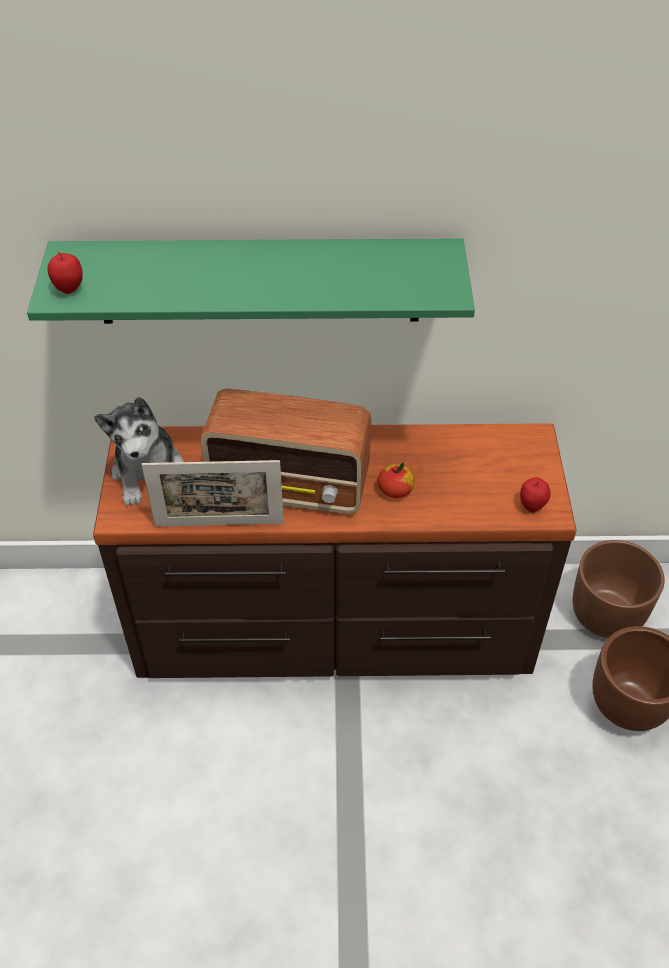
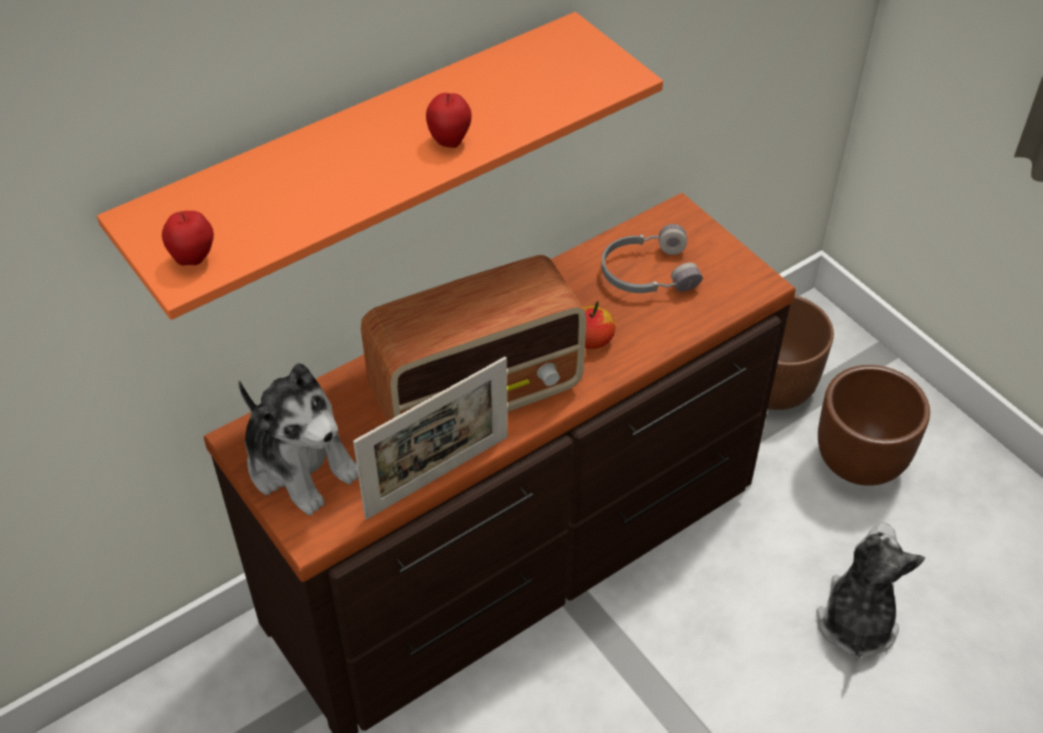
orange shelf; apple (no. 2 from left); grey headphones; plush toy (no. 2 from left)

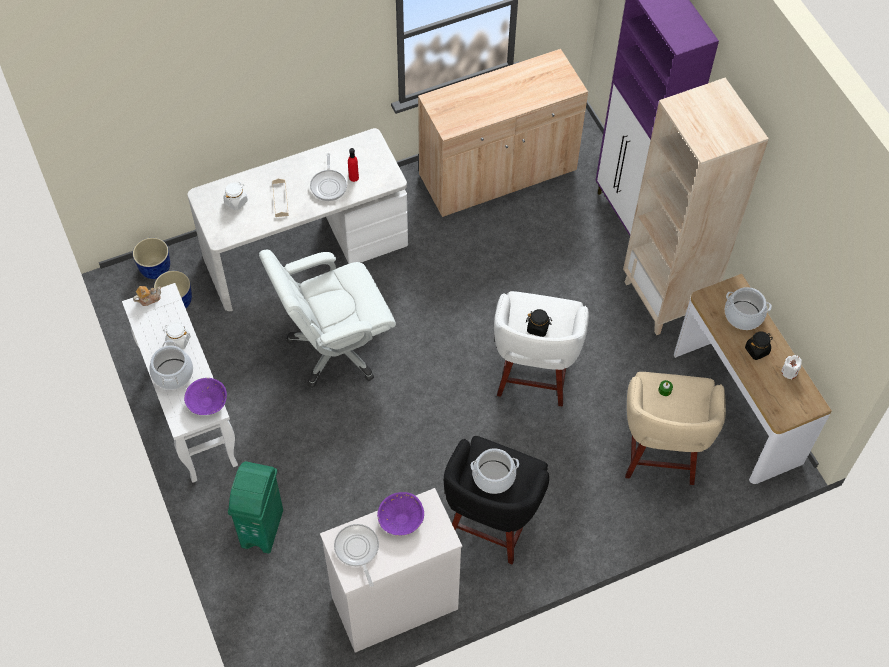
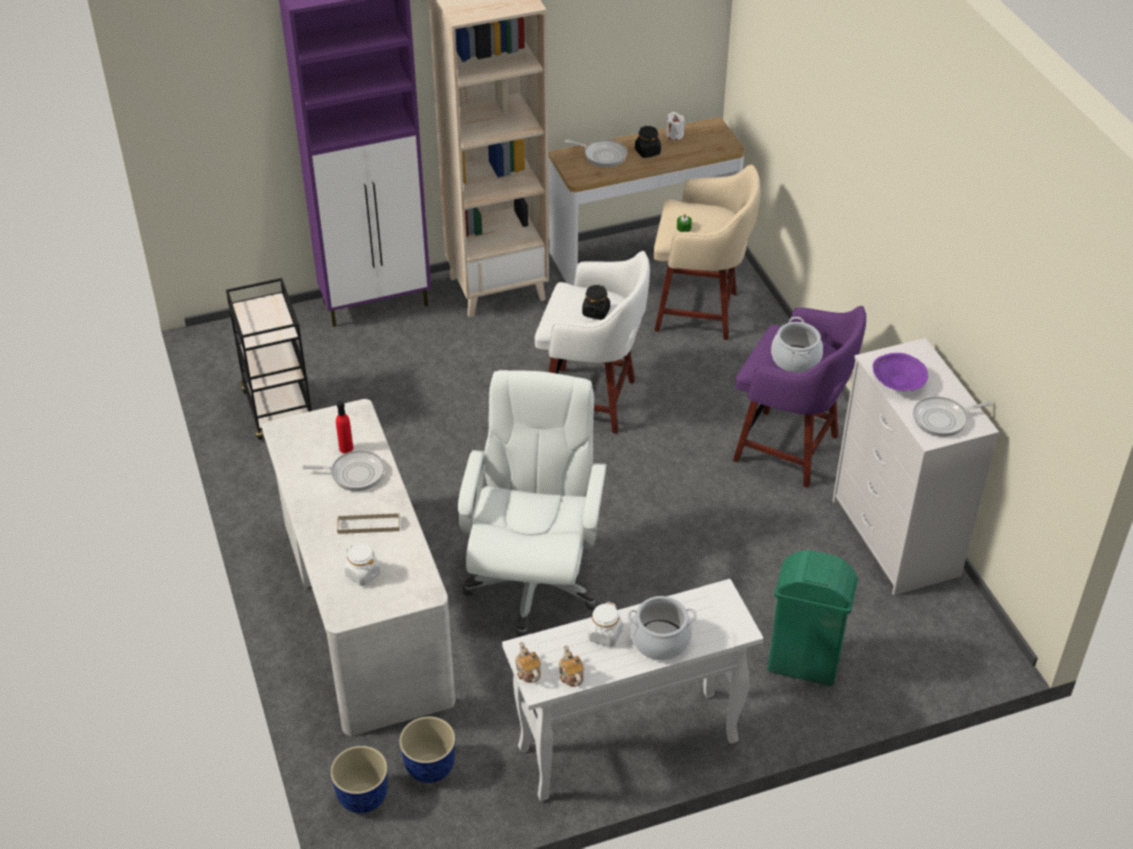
black cart; white office chair; frying pan (no. 2 from left); purple bowl (no. 1 from left in the first image); purple stool; teapot (no. 2 from left)

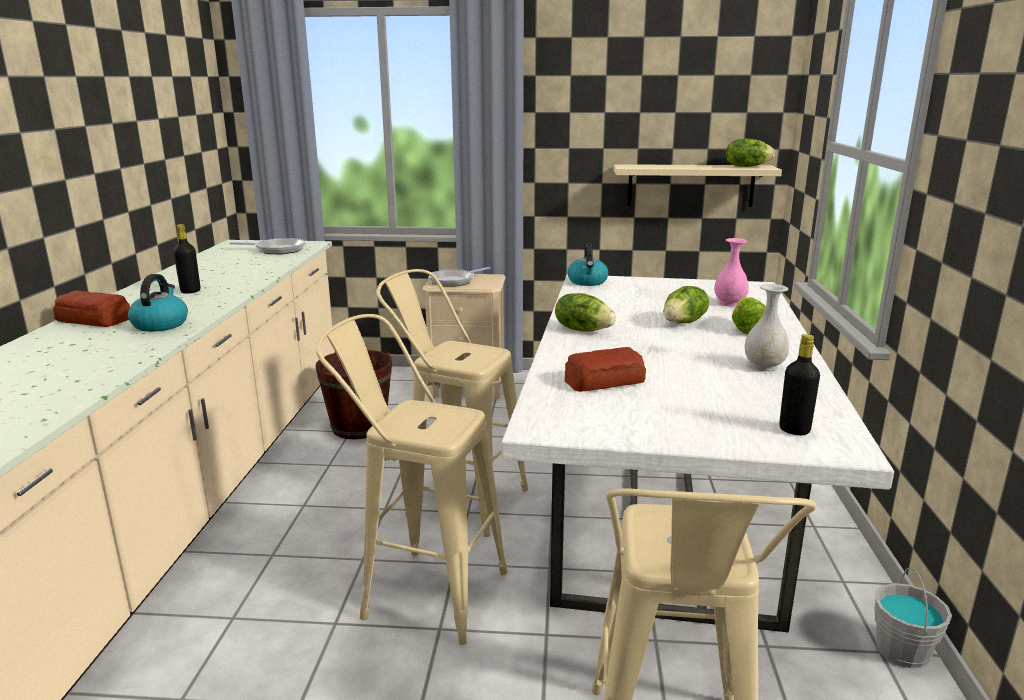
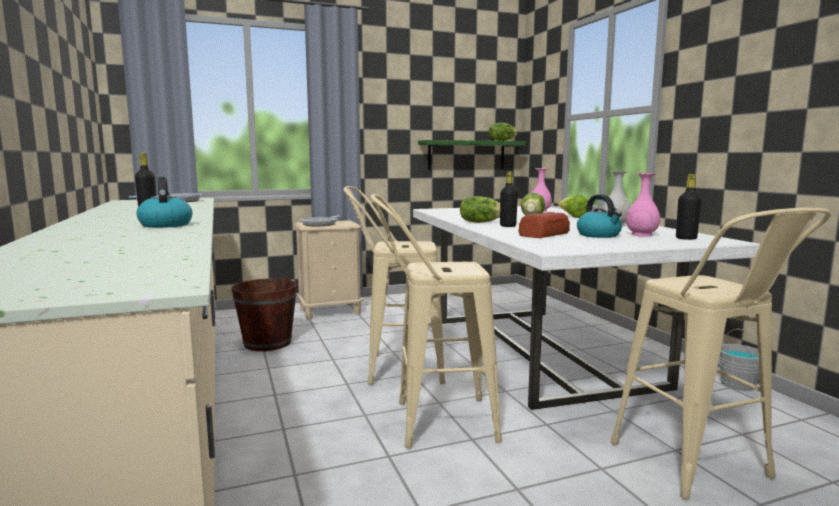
green shelf; kettle (no. 2 from left); bread (no. 1 from left in the first image); black bottle (no. 2 from left); pink vase (no. 2 from left)

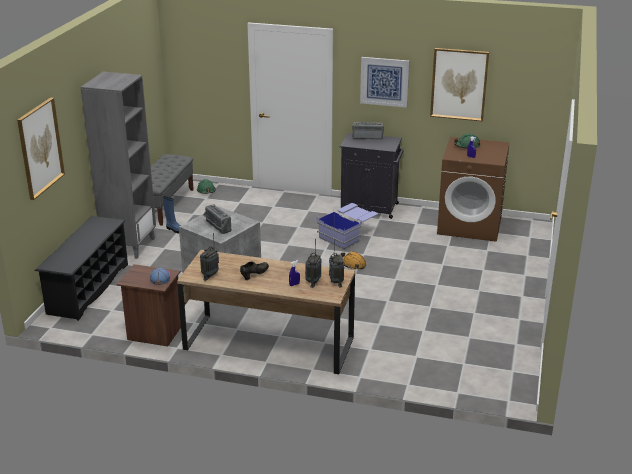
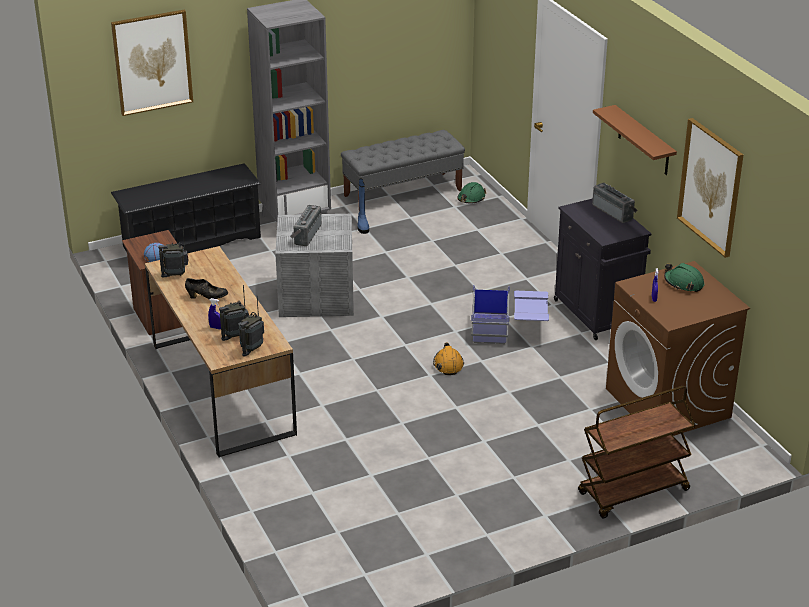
brown shelf; brown cart

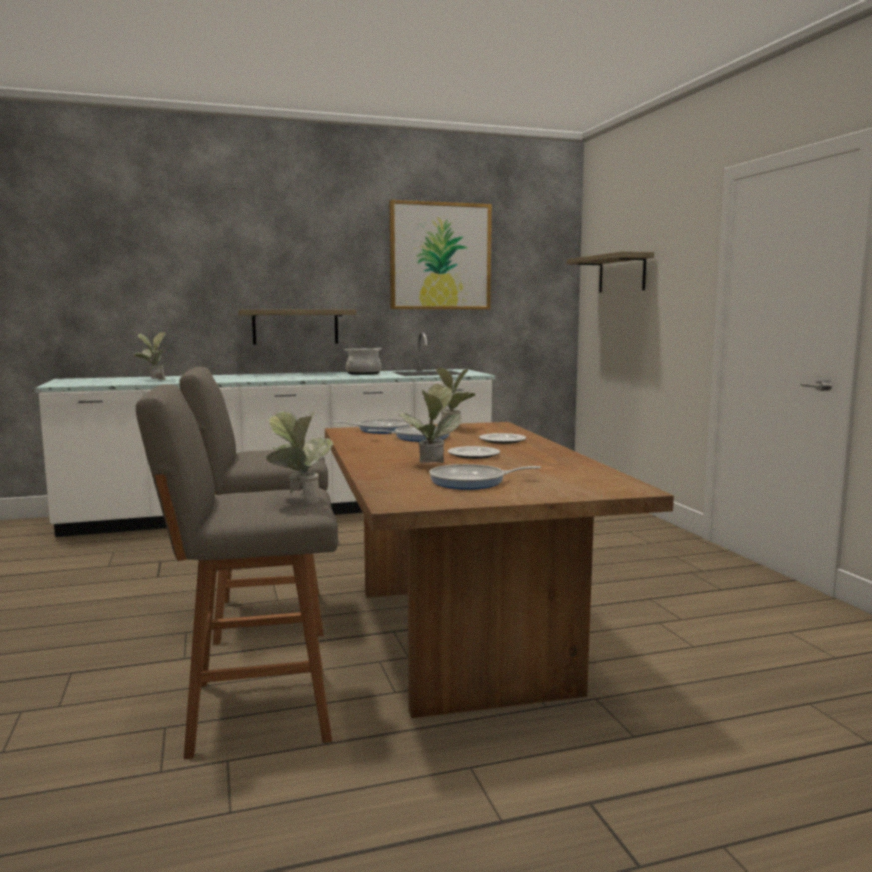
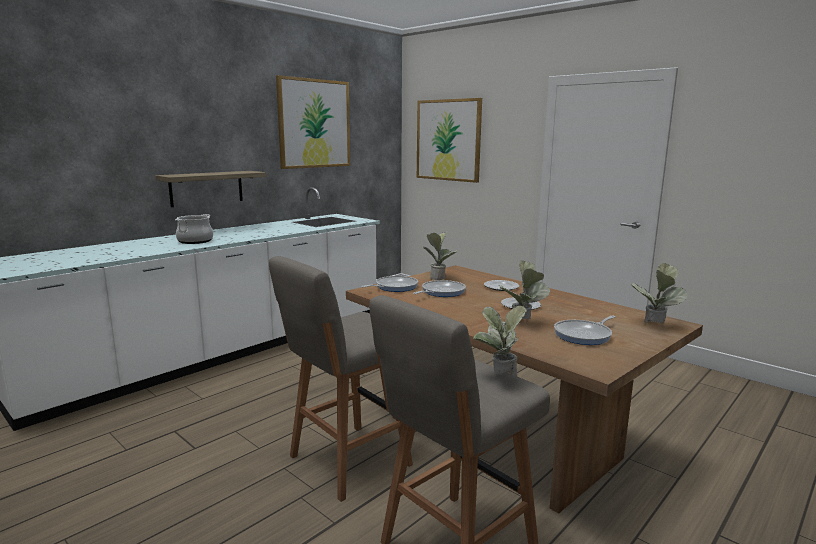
picture (no. 2 from left); potted plant (no. 4 from left); cooking pot

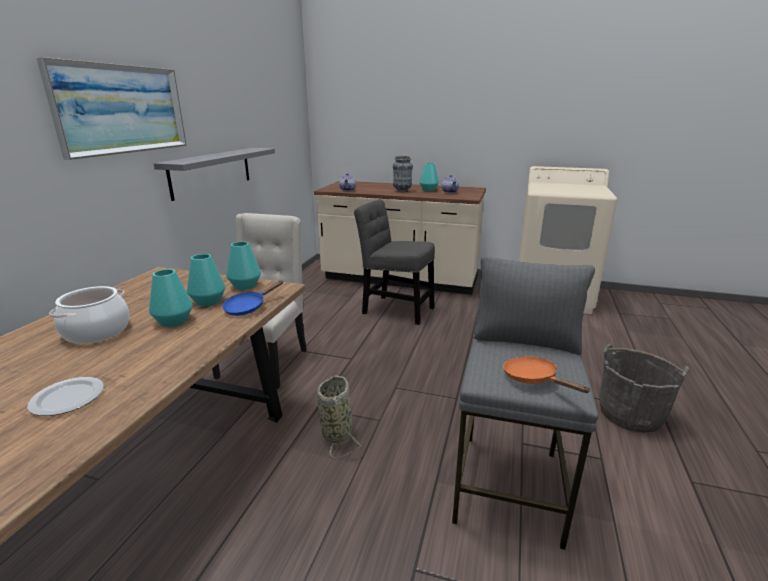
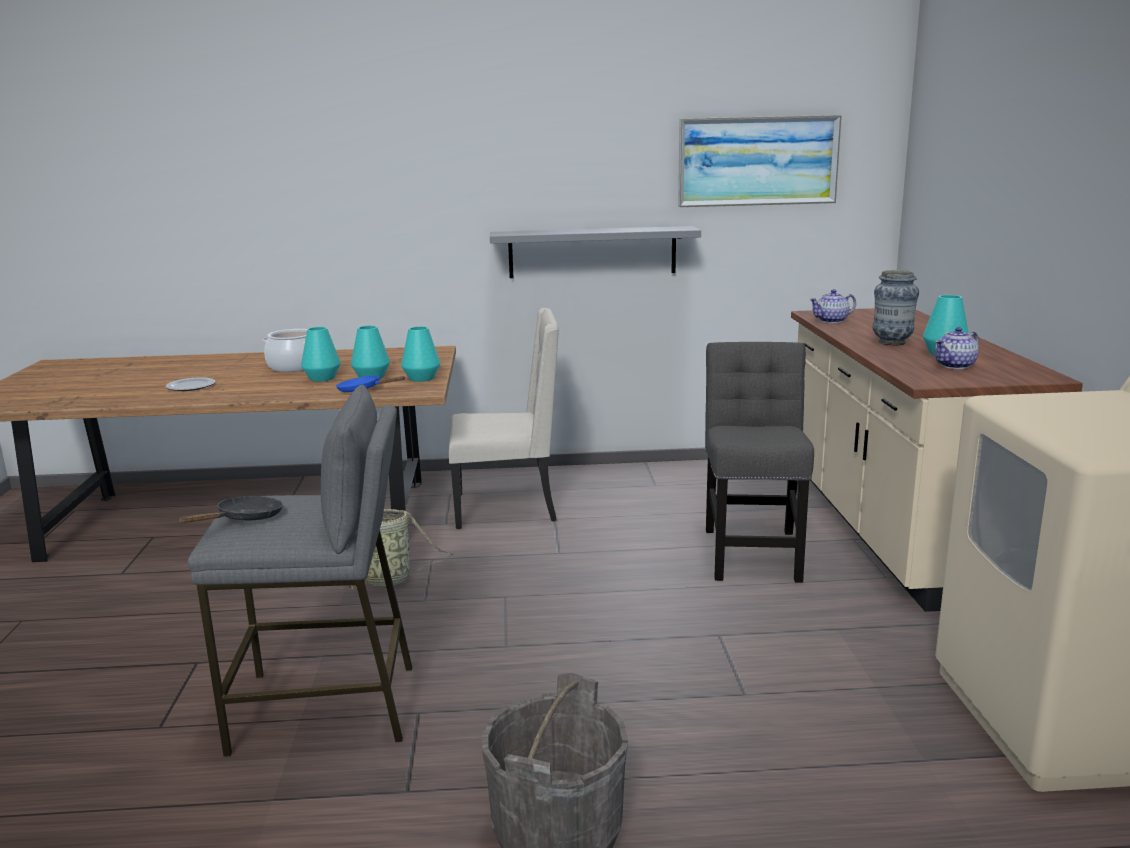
picture; black frying pan

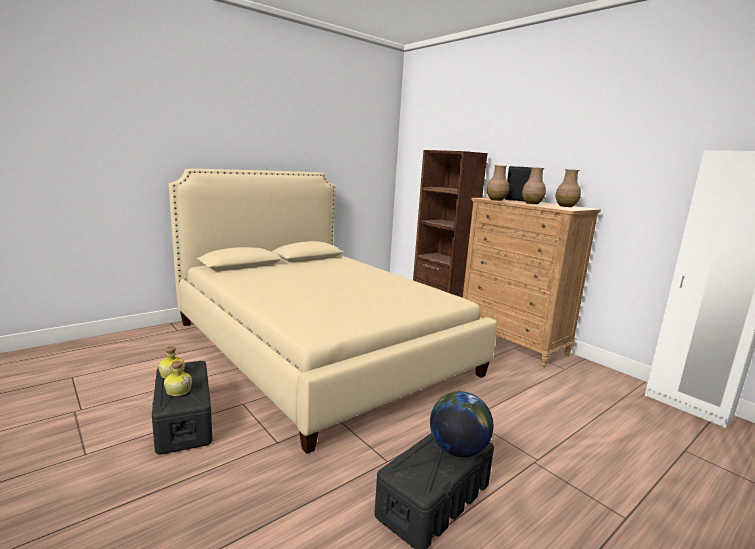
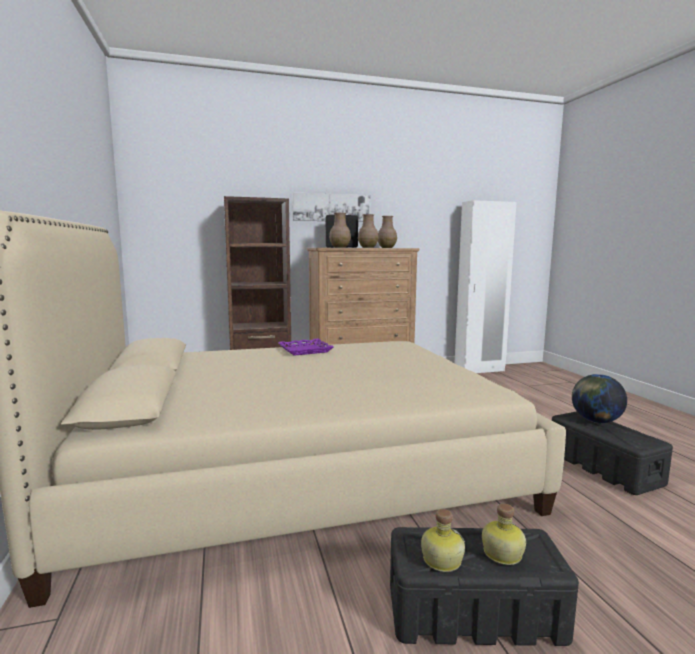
picture; purple tray

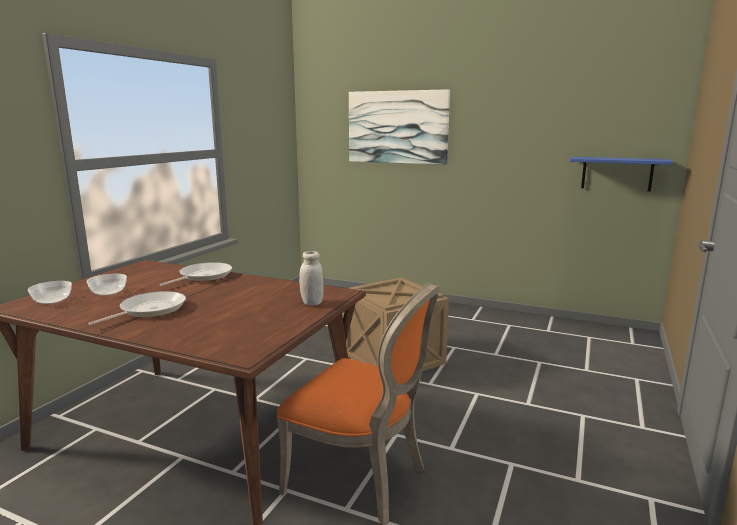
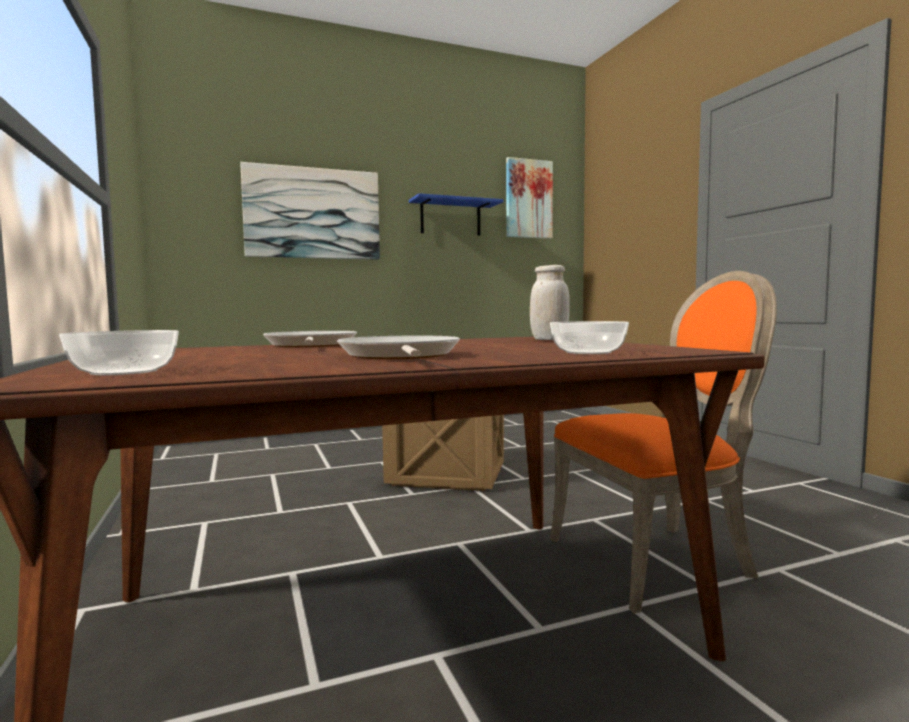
blue shelf; bowl (no. 2 from left); picture (no. 2 from left)

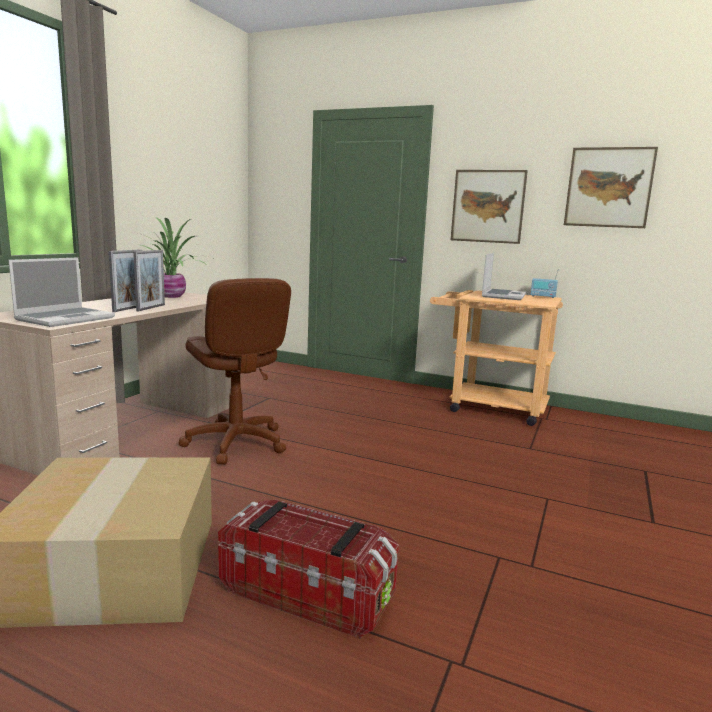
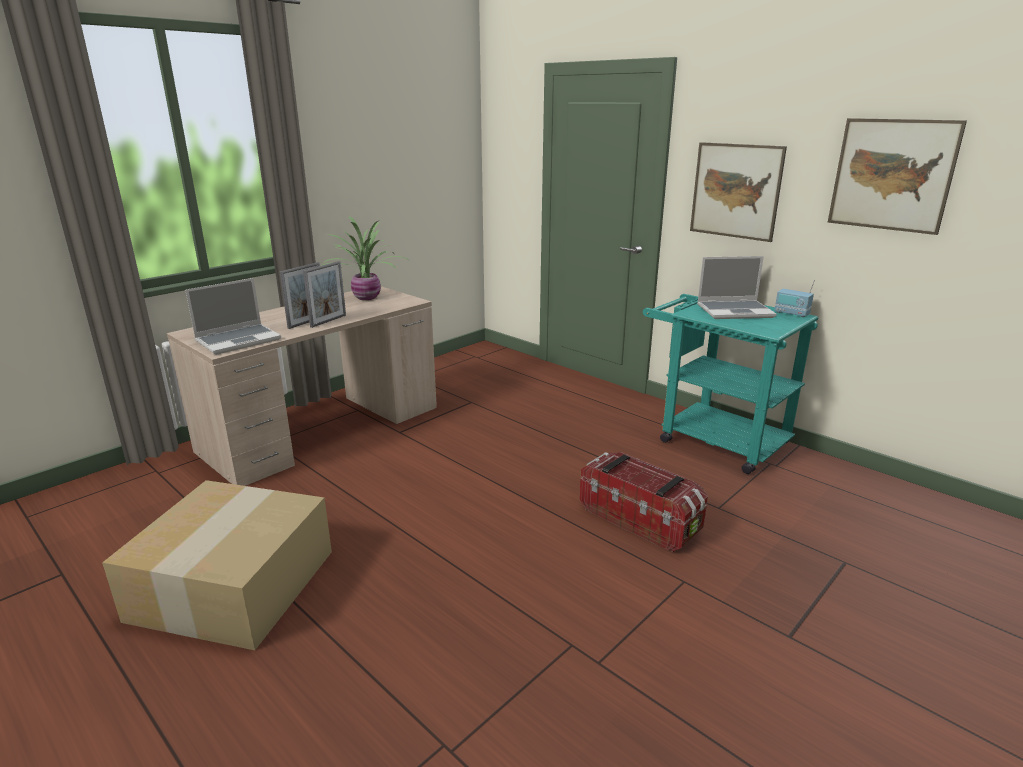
laptop (no. 2 from left); brown office chair; turquoise cart; storage box

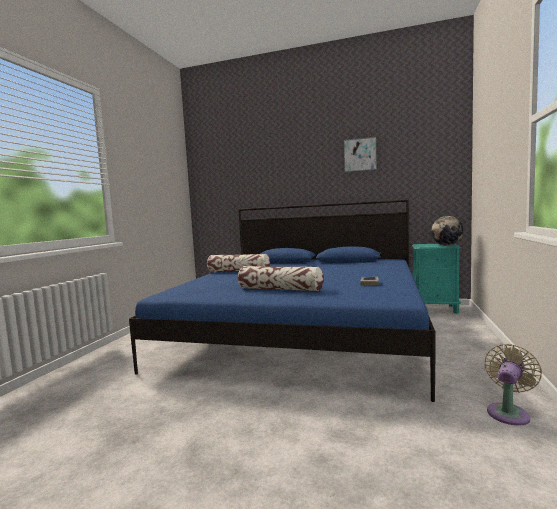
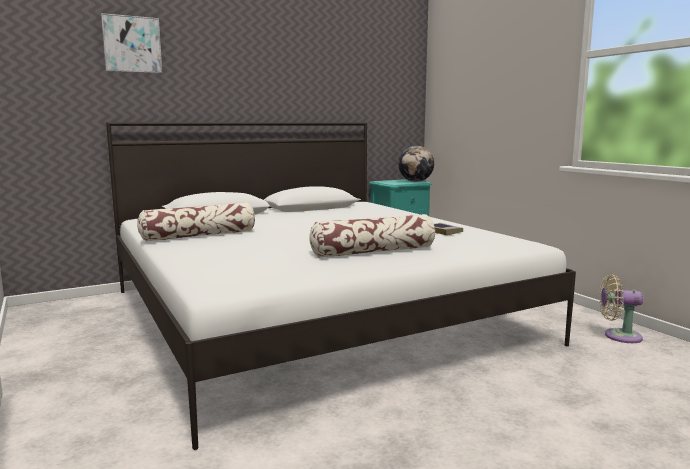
picture; white bed; beige fan

